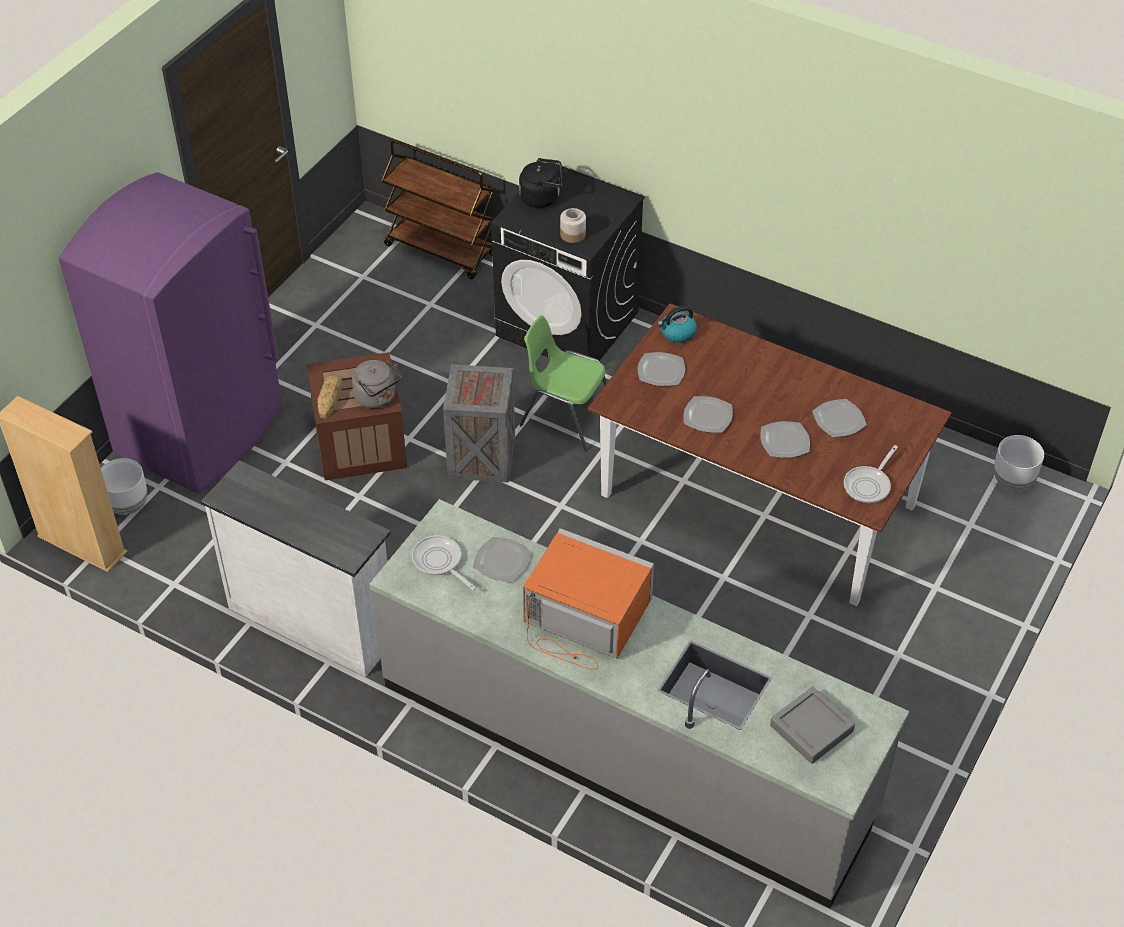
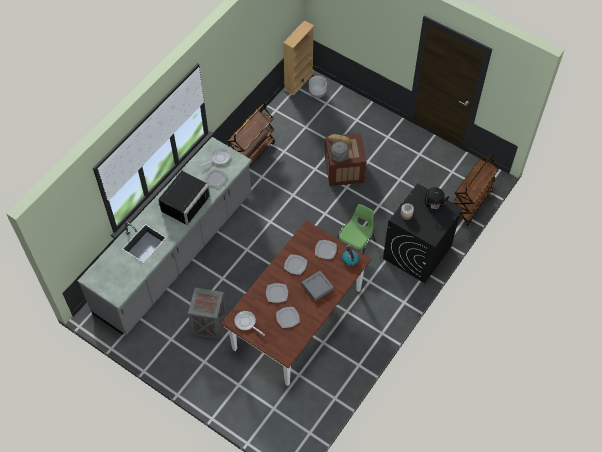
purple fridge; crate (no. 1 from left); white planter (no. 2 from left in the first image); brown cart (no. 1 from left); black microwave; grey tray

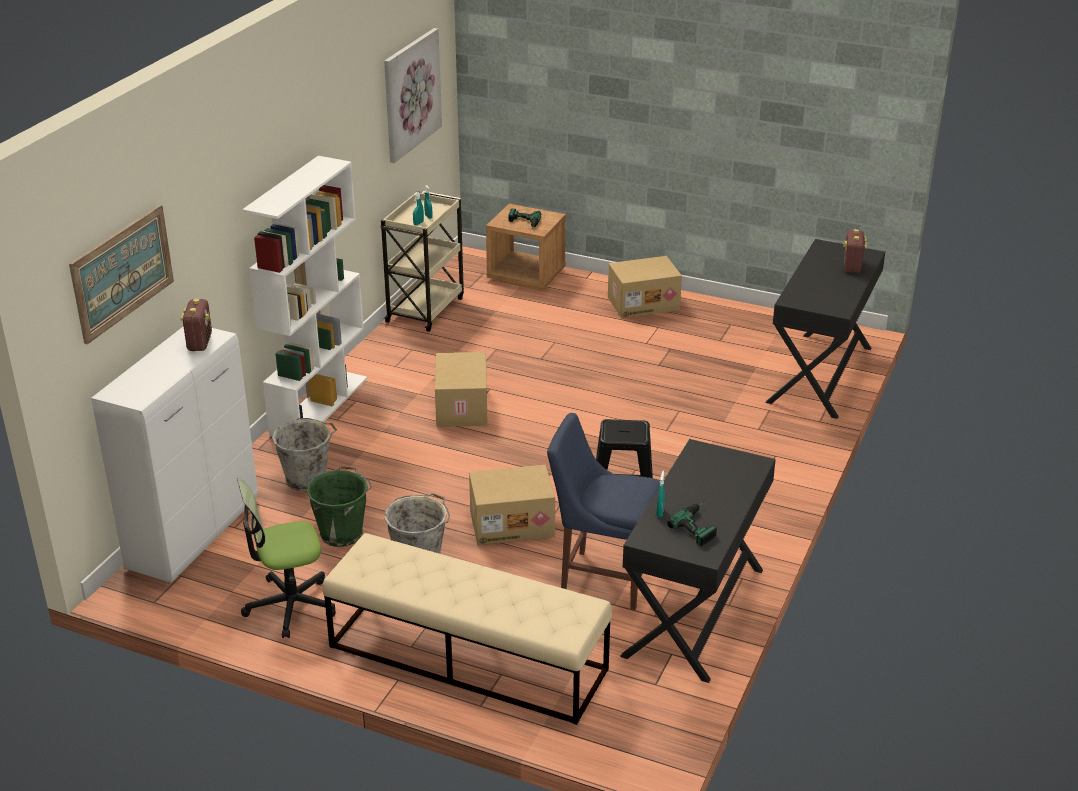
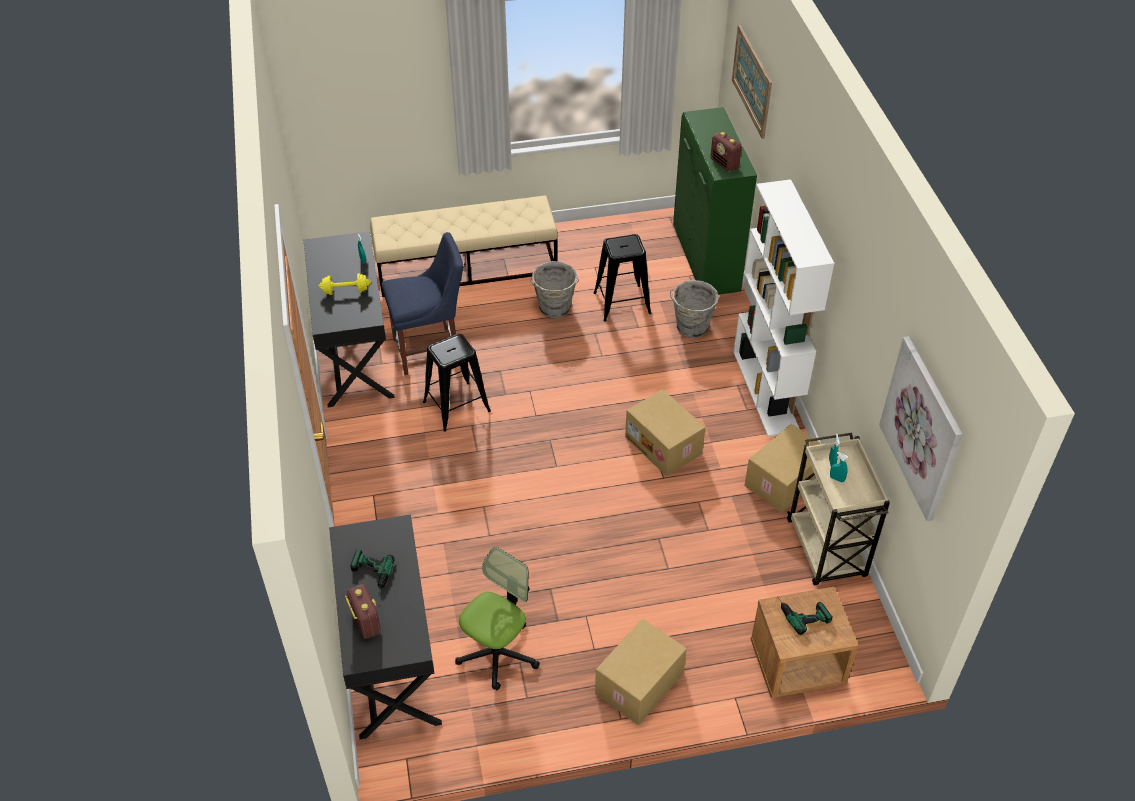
green cabinet; cardboard box (no. 3 from left); black stool (no. 2 from left); office chair; power drill (no. 1 from left); yellow dumbbell

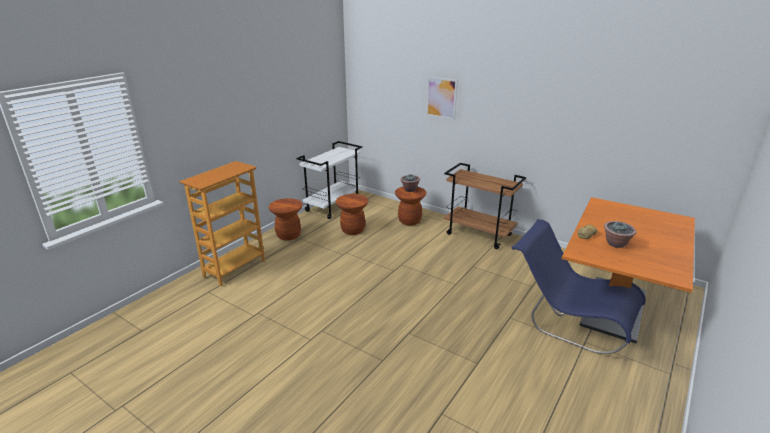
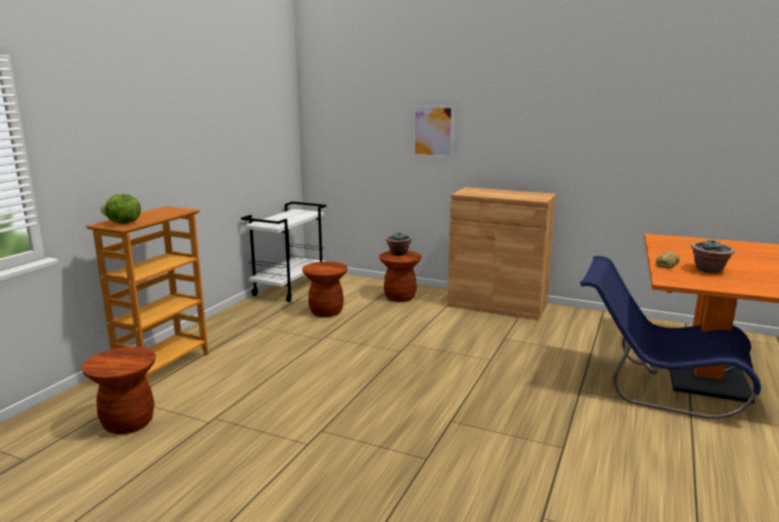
brown cabinet; brown stool (no. 1 from left); lettuce

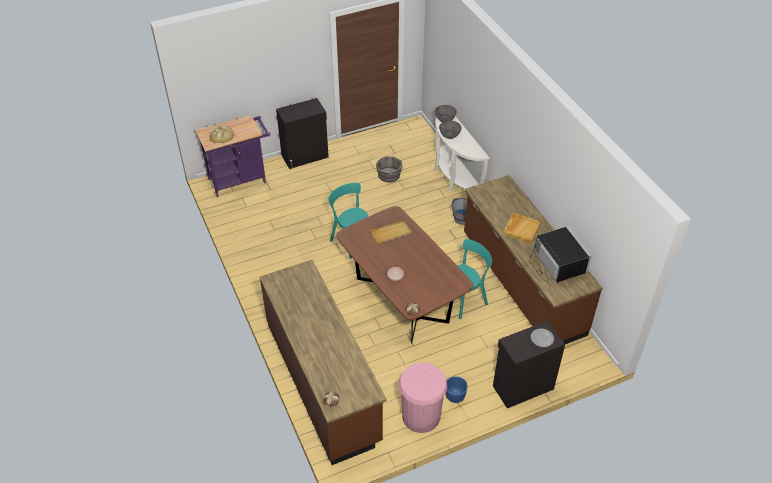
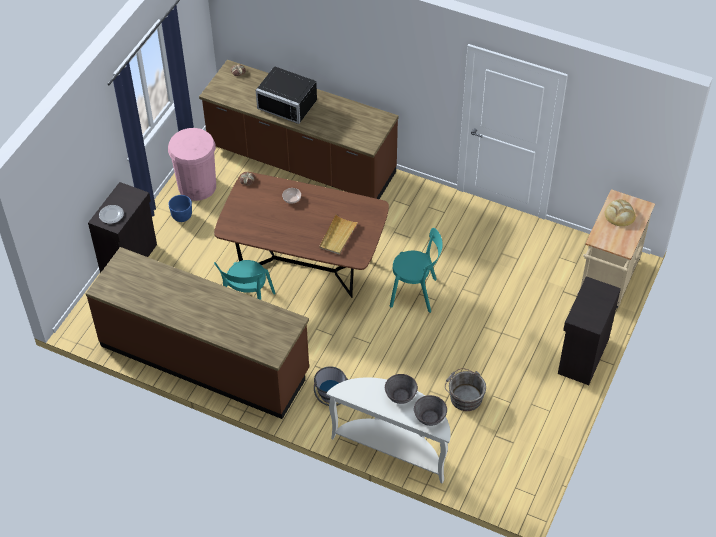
beige cart; beige tray (no. 2 from left in the first image); black microwave

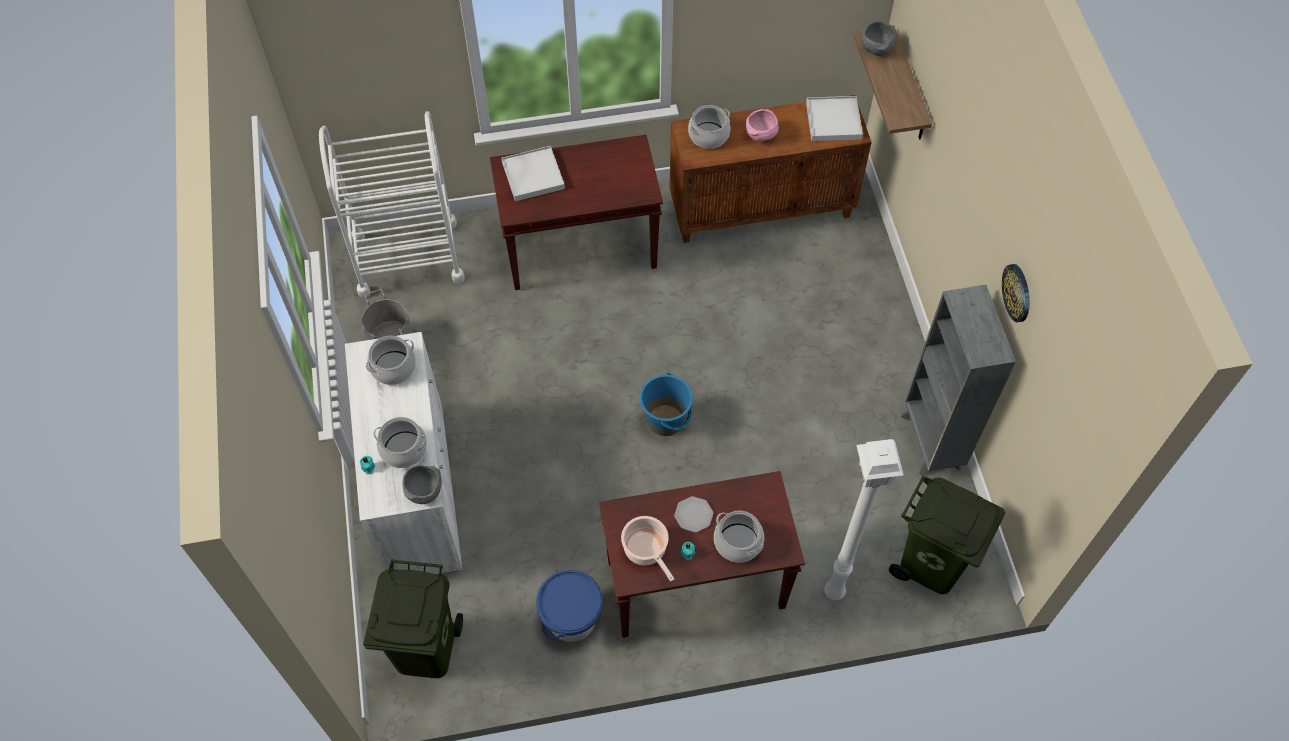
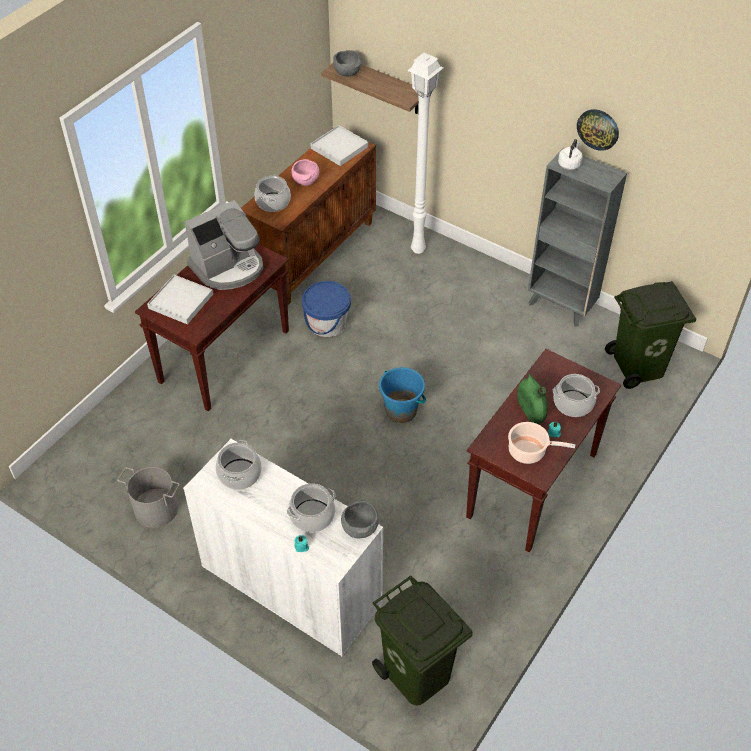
white cart; white floor lamp; green vase; blue bucket (no. 1 from left); white kettle; coffee machine

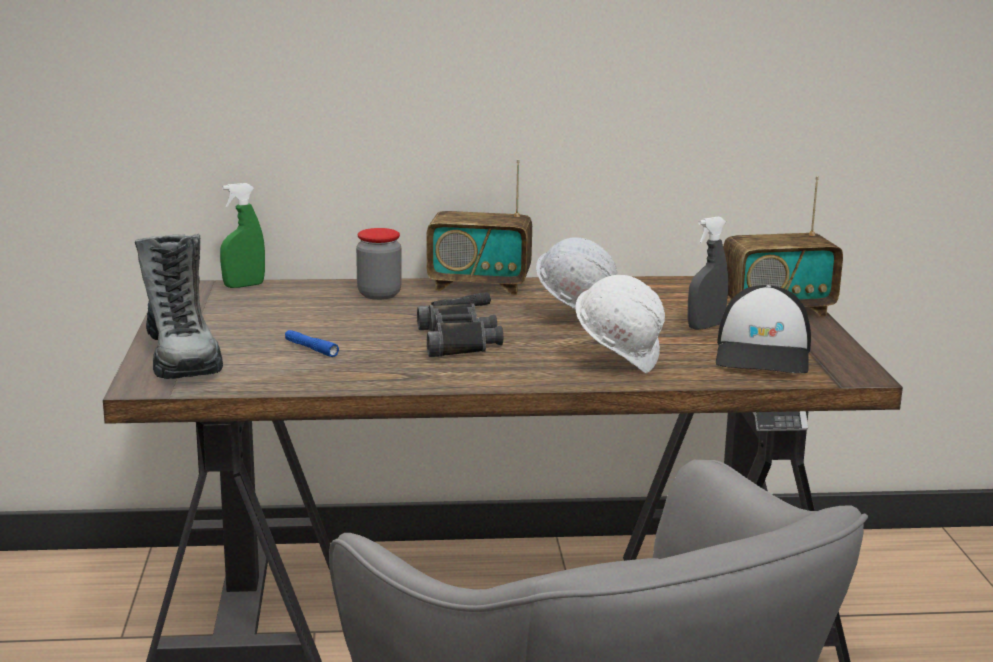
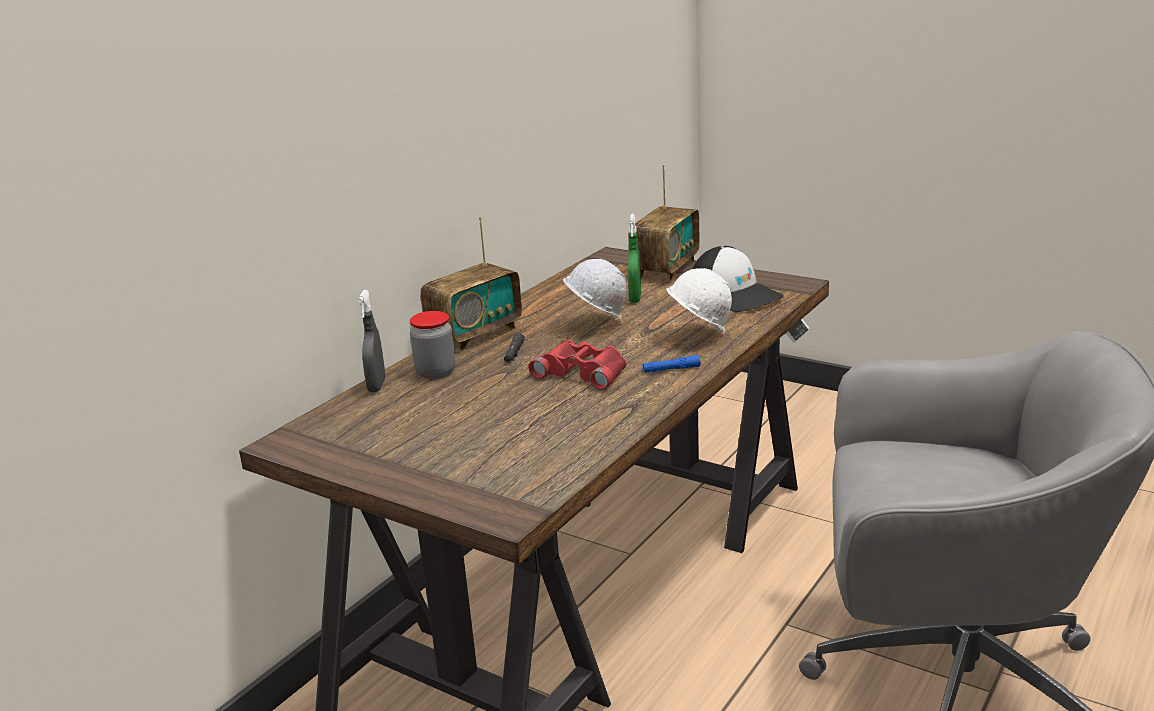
green spray bottle; grey spray bottle; boot; red binoculars; blue flashlight

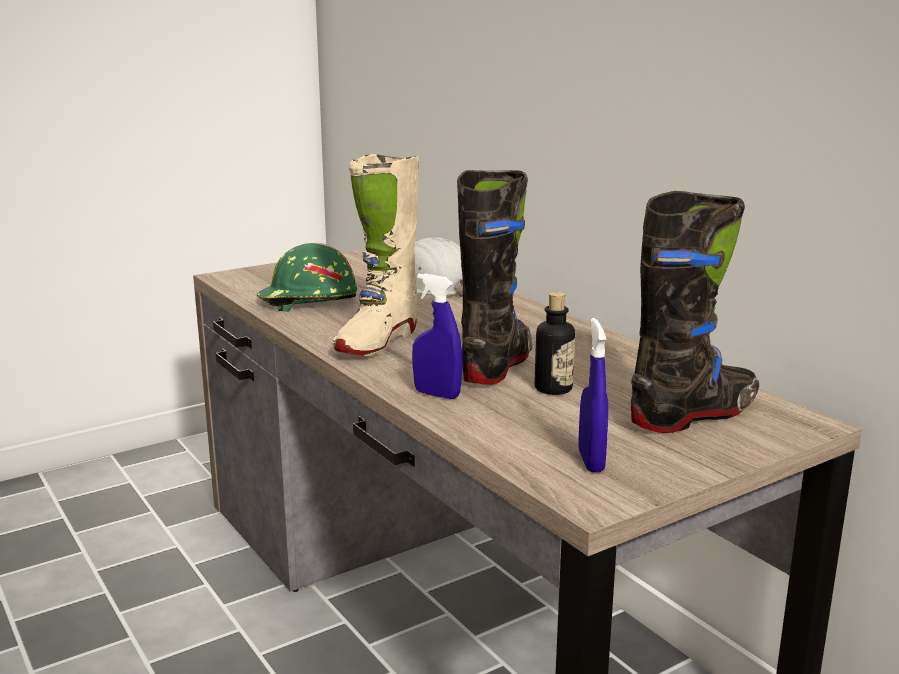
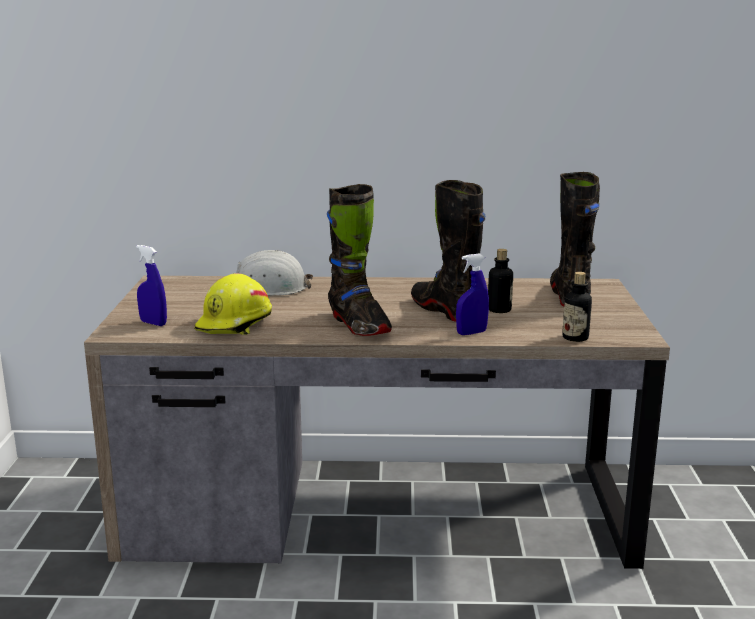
black boot (no. 1 from left); yellow hard hat; blue spray bottle (no. 1 from left); bottle (no. 2 from left)

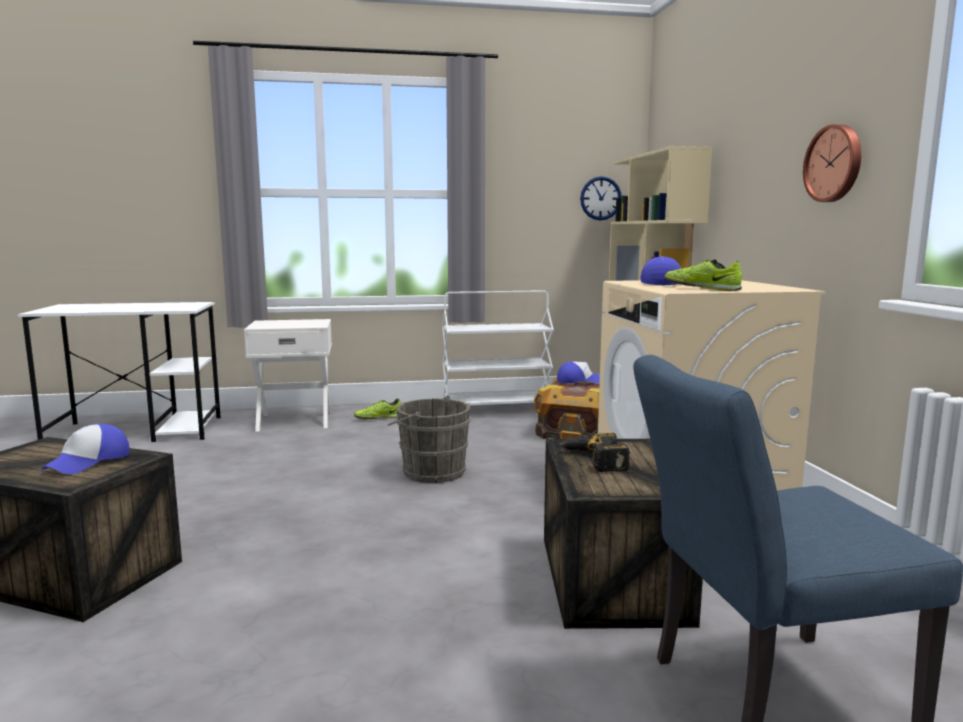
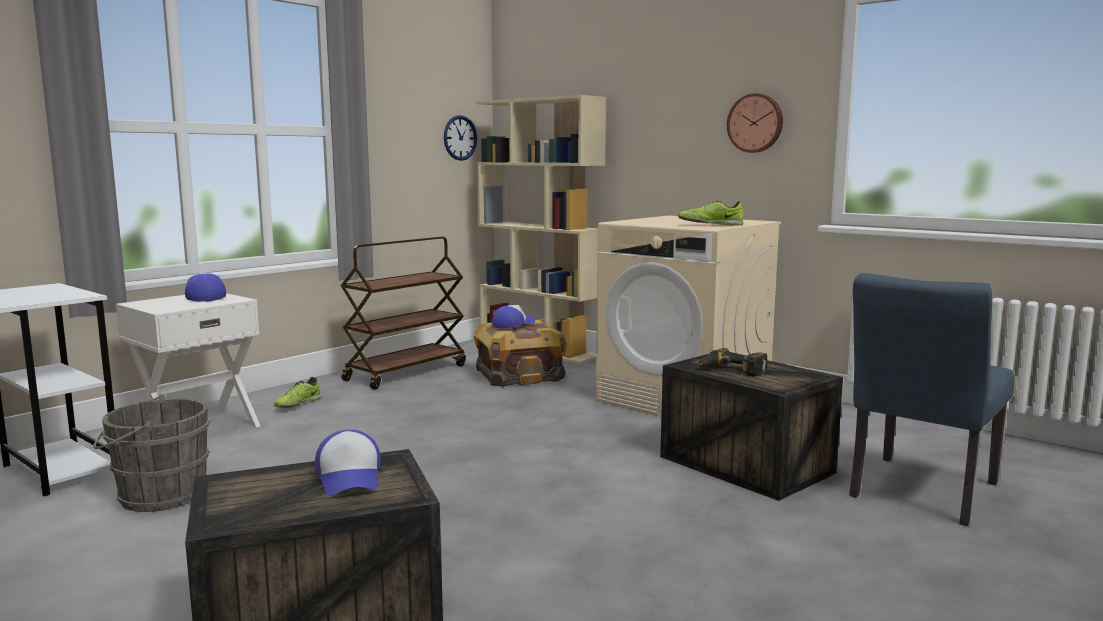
cap (no. 1 from left); brown cart; grey bucket

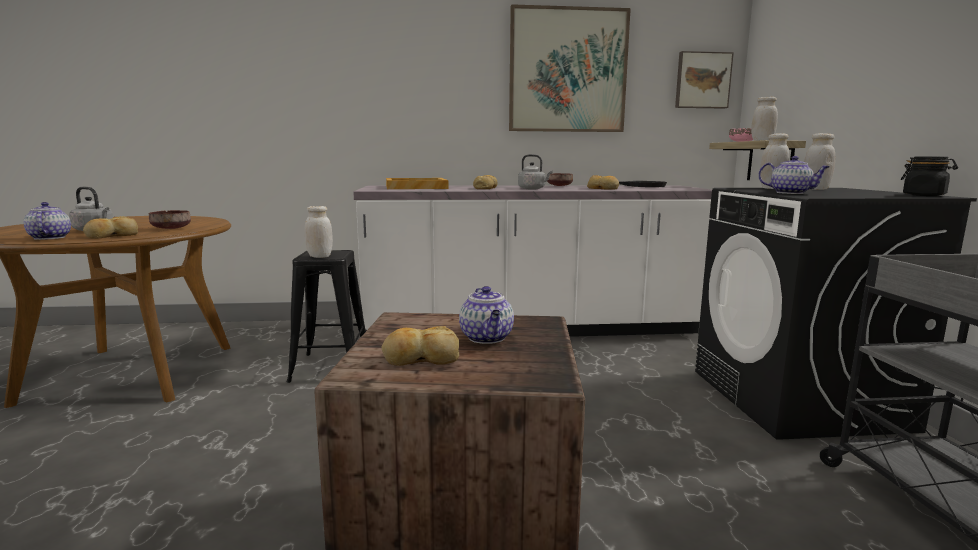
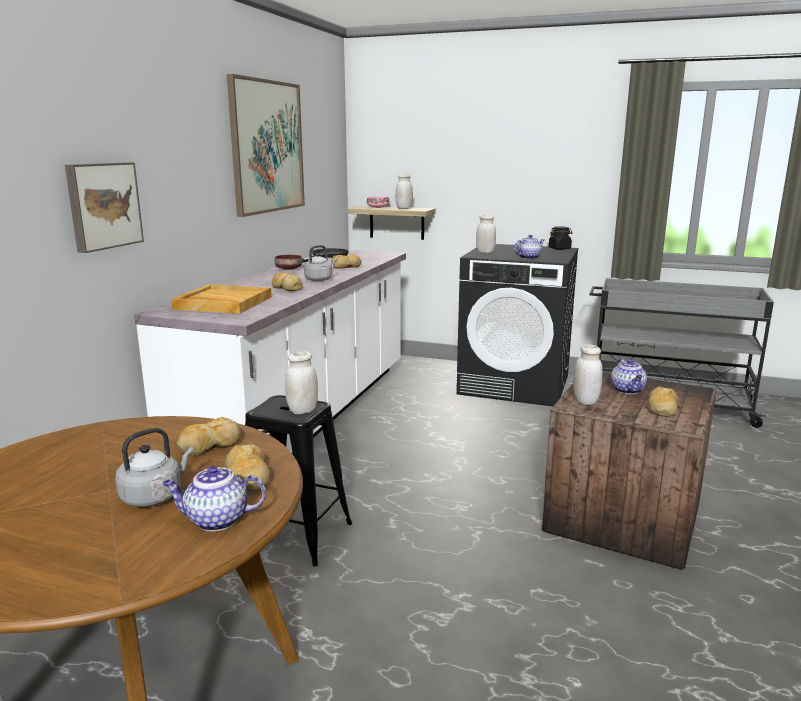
picture (no. 1 from left); white jar (no. 4 from left); bread (no. 1 from left); teapot (no. 3 from left)

